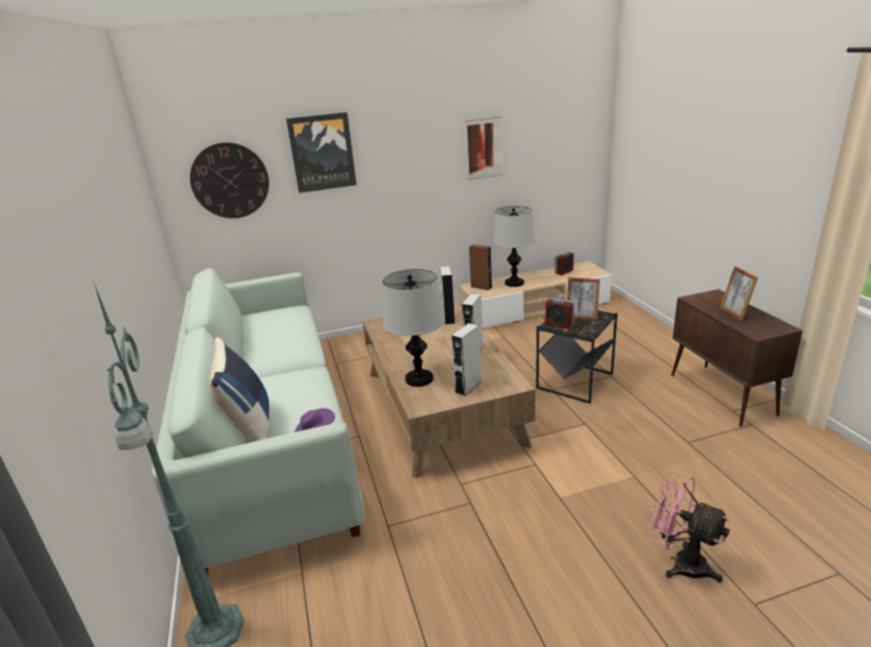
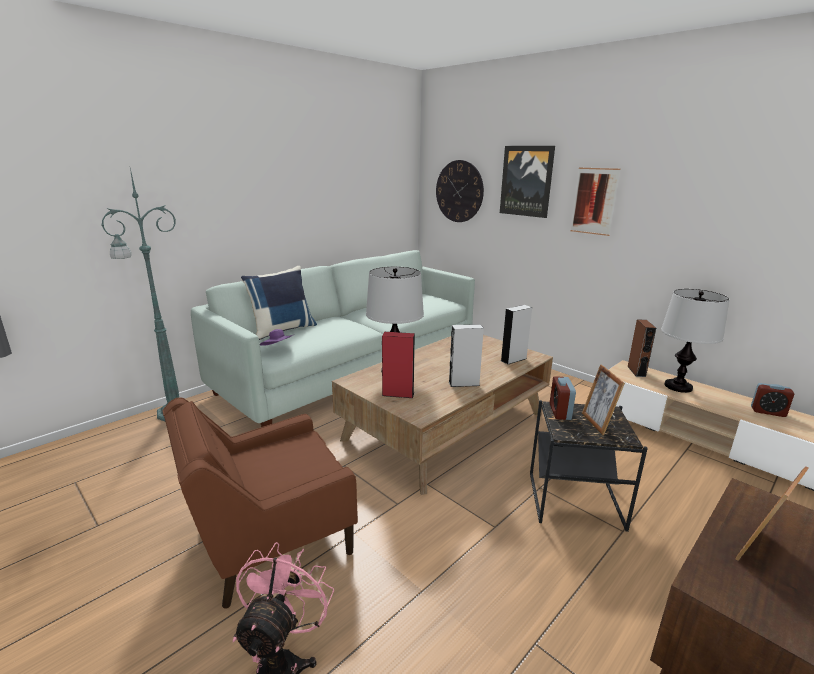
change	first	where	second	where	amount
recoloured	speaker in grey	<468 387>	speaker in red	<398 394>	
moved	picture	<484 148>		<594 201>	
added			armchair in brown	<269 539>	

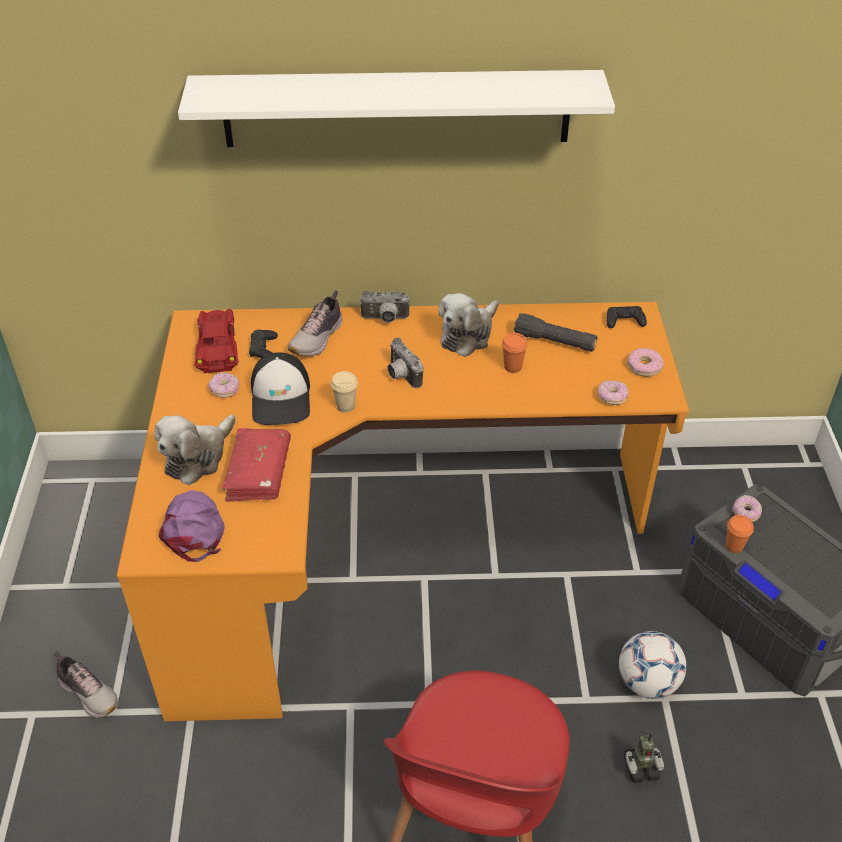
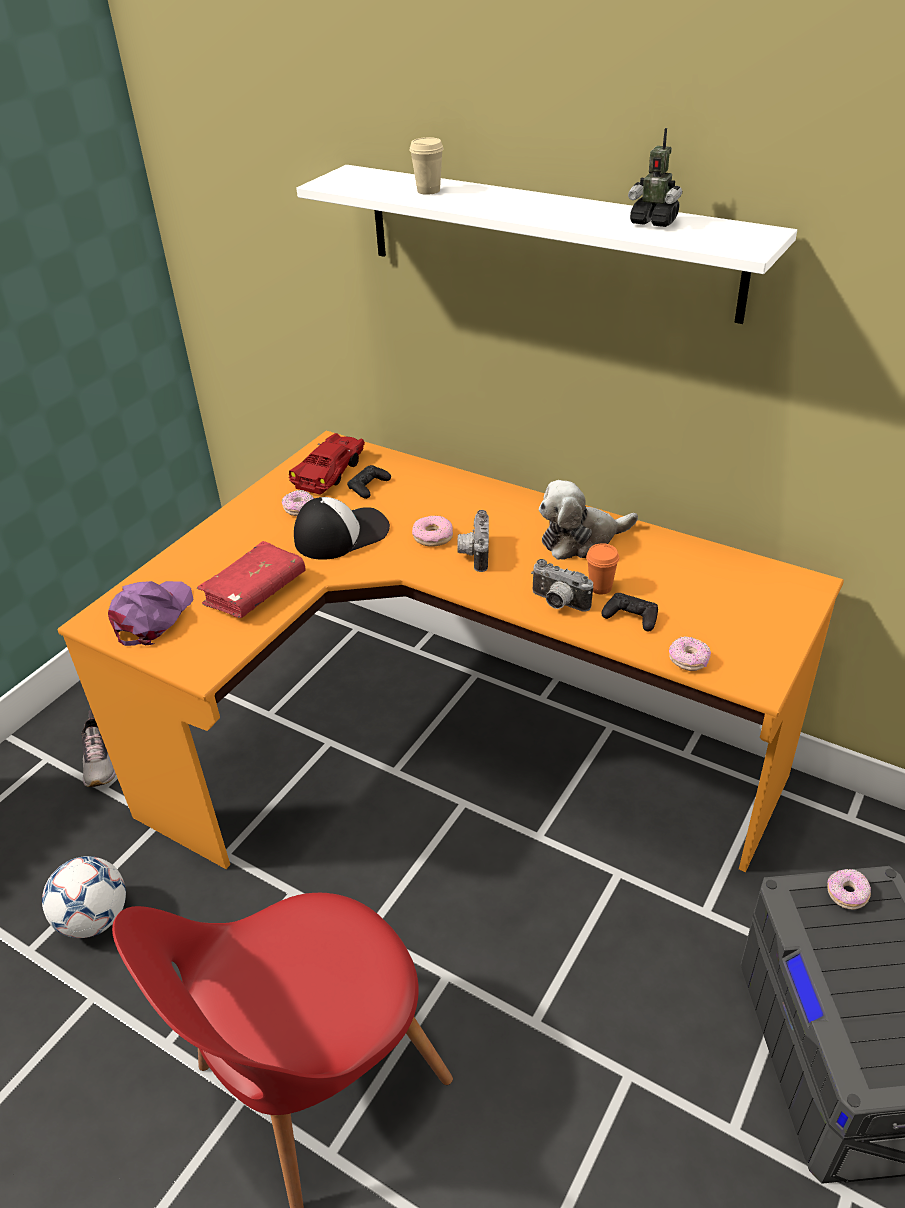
change	first	where	second	where	amount
removed	plush toy	<198 457>			
turned	cap	<281 398>		<341 534>	150 degrees counterclockwise
removed	shoe	<318 338>			
moved	cup in beige	<345 406>		<428 191>	
moved	photo camera	<385 319>		<557 603>	
removed	flashlight in black	<554 342>			
moved	game controller in black	<624 321>		<631 617>	
moved	football	<647 682>		<95 919>	
moved	toy robot	<640 768>		<654 221>	
moved	donut	<644 367>		<433 536>	
removed	cup in orange	<734 546>			

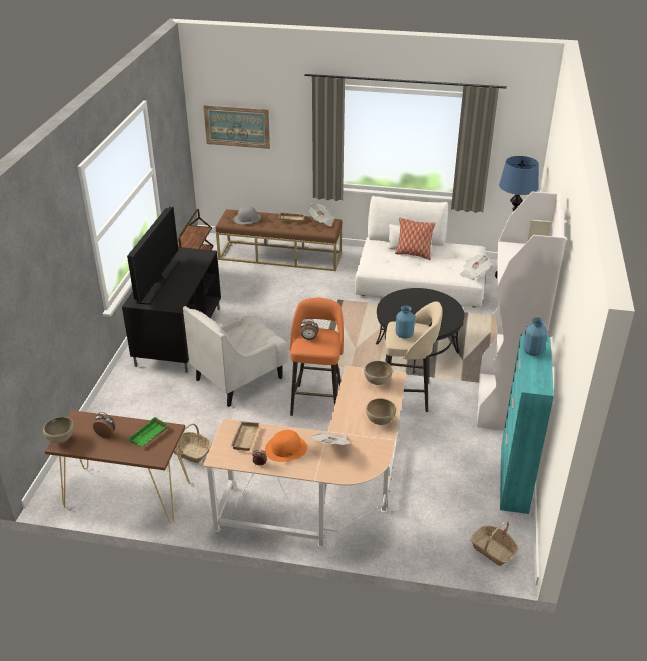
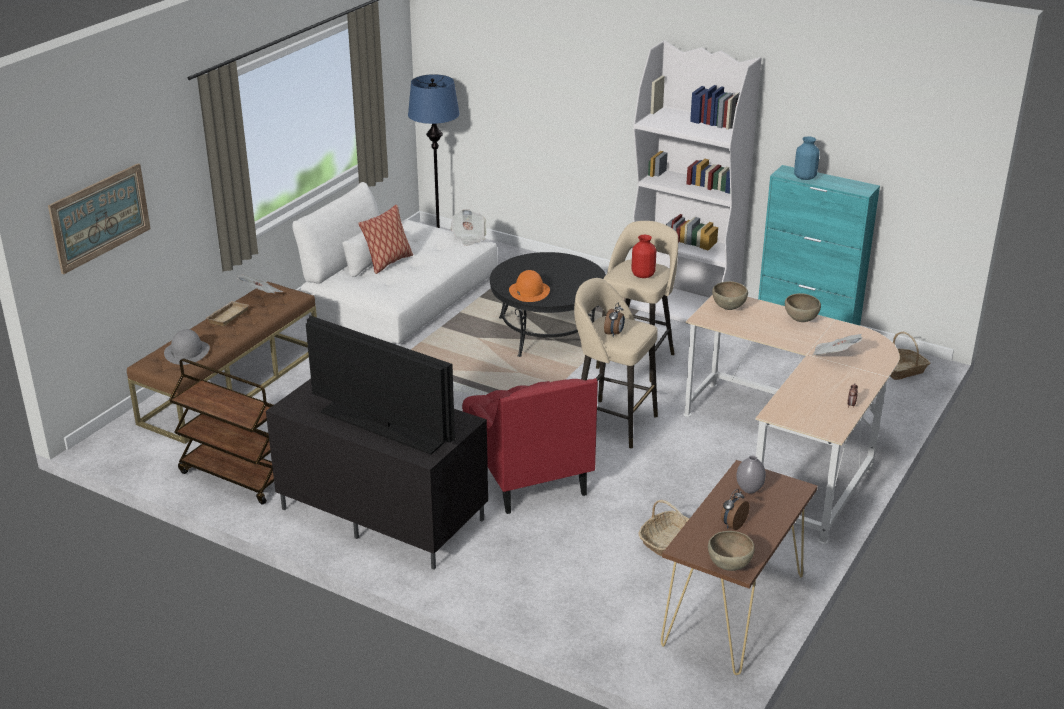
change	first	where	second	where	amount
replaced	tray in green	<149 436>	vase in grey	<750 490>	
recoloured	armchair in white	<240 378>	armchair in red	<527 475>	
removed	tray in beige	<244 437>			
moved	hat in orange	<286 448>		<529 291>	
recoloured	stool in orange	<317 401>	stool in beige	<612 423>	
recoloured	vase in blue	<404 335>	vase in red	<643 275>	

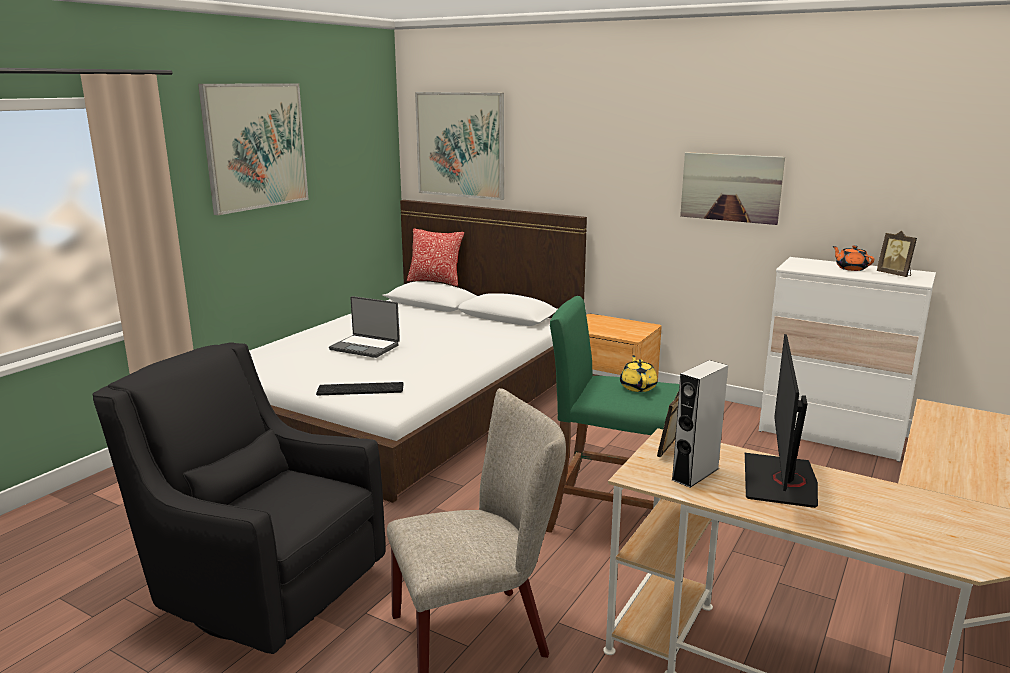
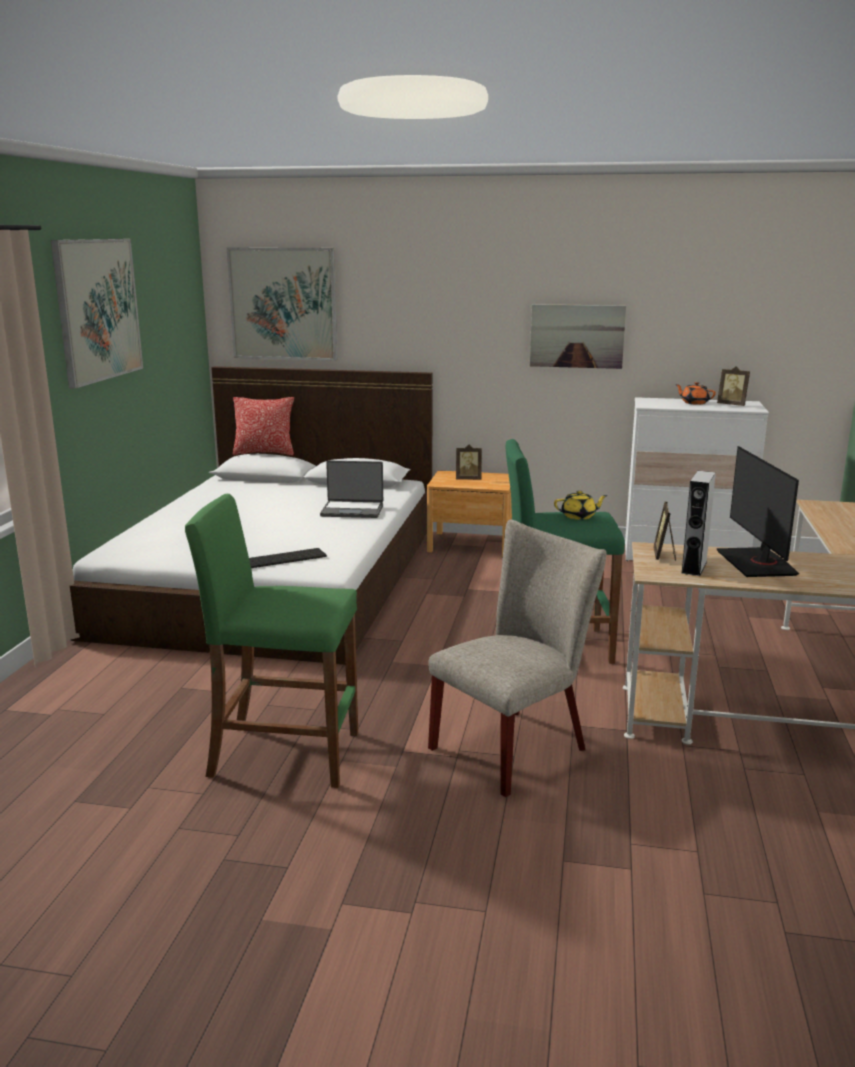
change	first	where	second	where	amount
replaced	armchair in black	<260 590>	stool in green	<284 754>	
moved	laptop	<365 347>		<352 510>	
turned	teapot in yellow	<638 387>		<579 516>	105 degrees clockwise
added			picture frame	<468 479>	

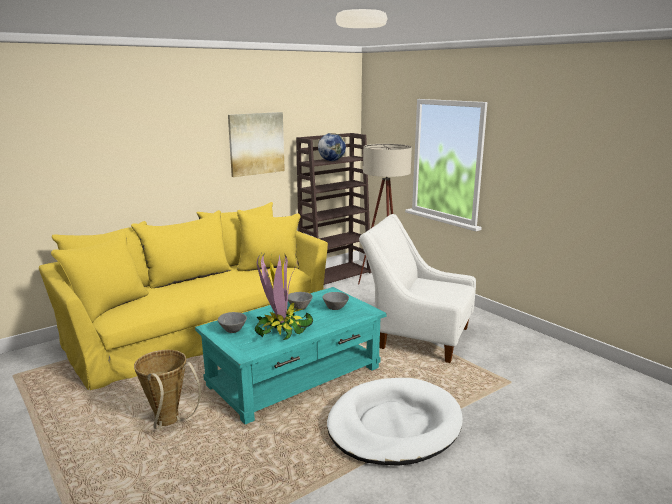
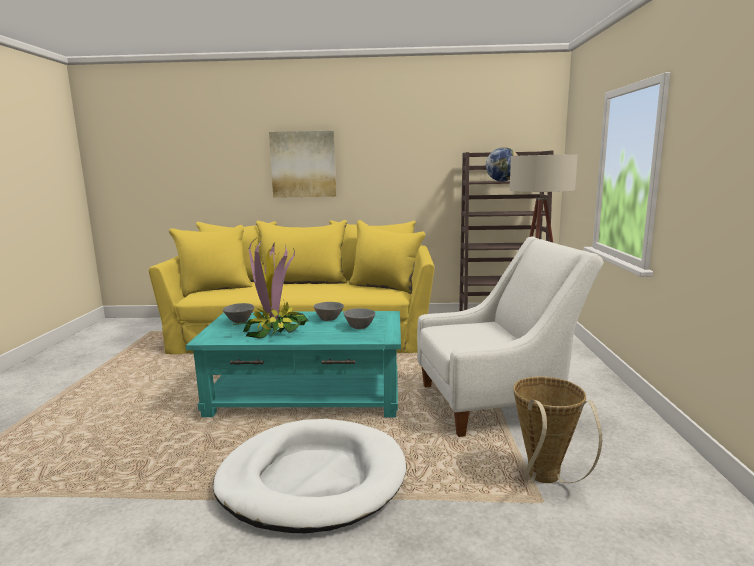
change	first	where	second	where	amount
moved	basket	<169 423>		<545 480>	
moved	picture	<256 144>		<303 164>	
turned	armchair in white	<416 336>		<496 403>	105 degrees clockwise

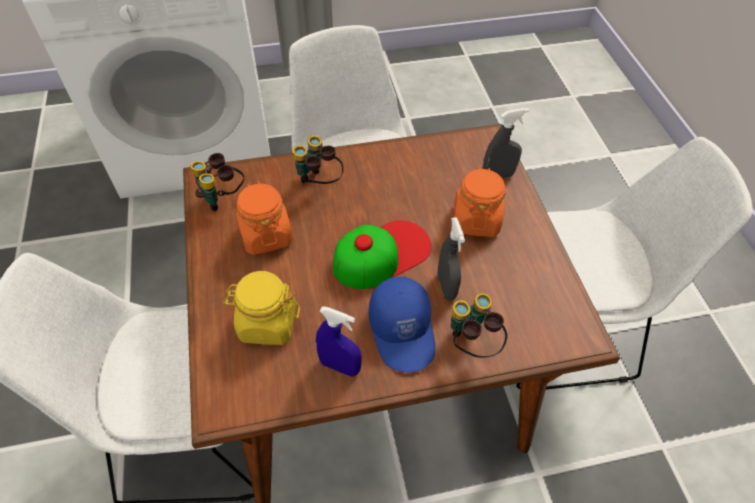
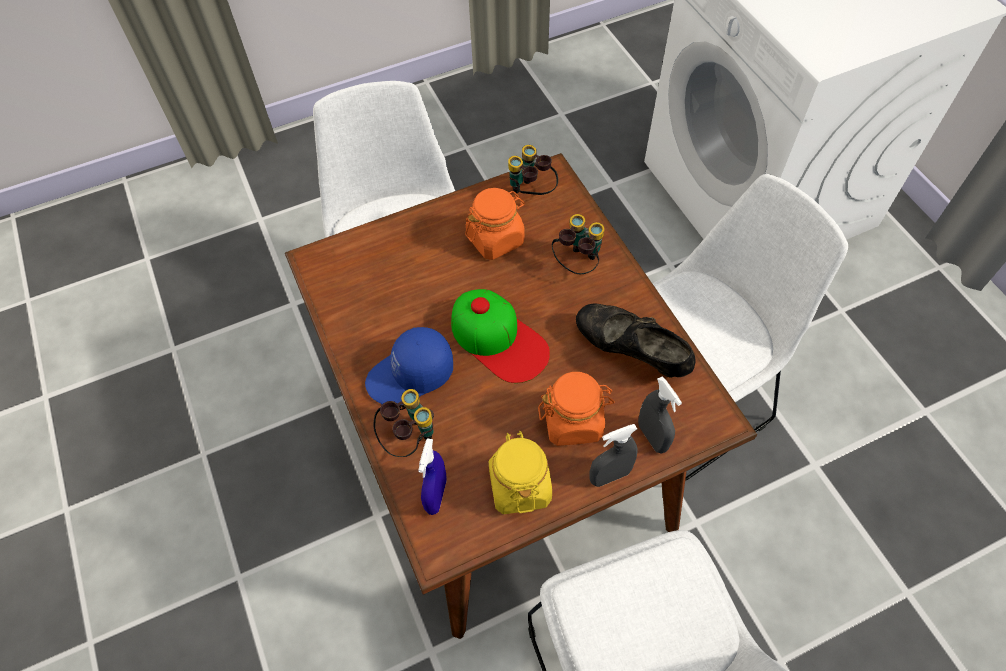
change	first	where	second	where	amount
moved	jar in yellow	<267 323>		<519 485>	
moved	spray bottle in blue	<340 366>		<436 495>	
moved	spray bottle in grey	<446 286>		<609 476>	
added			shoe in black	<631 353>	

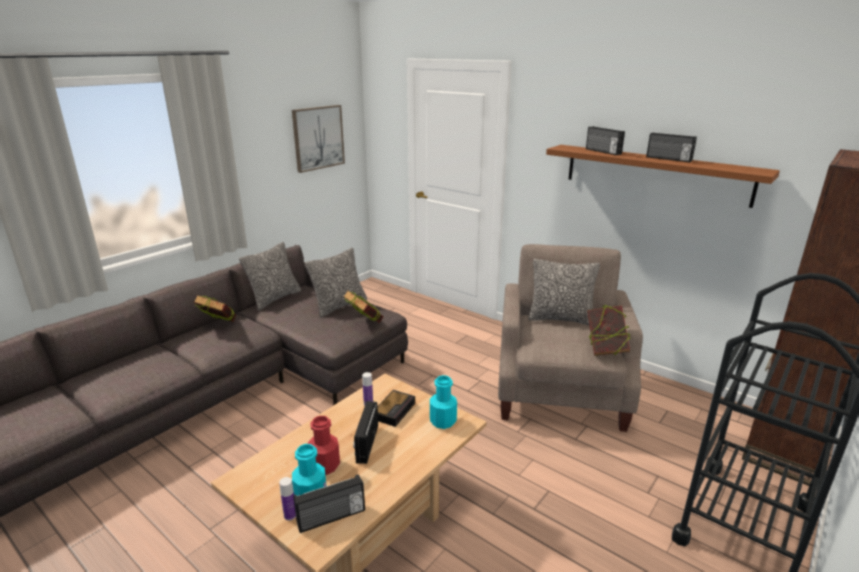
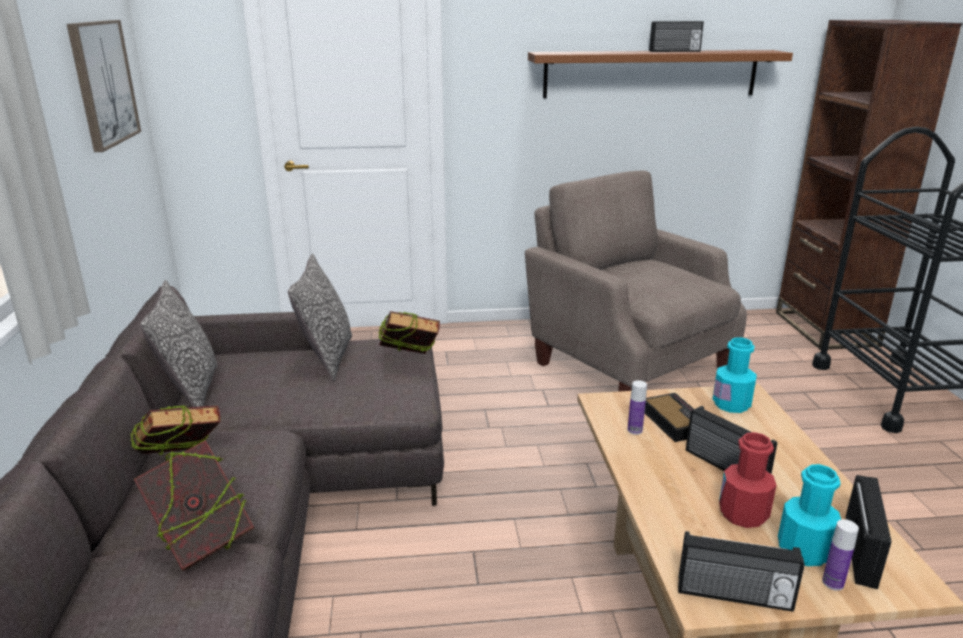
change	first	where	second	where	amount
removed	pillow	<560 319>			
moved	radio	<602 151>		<734 596>	
moved	book	<605 350>		<203 543>	

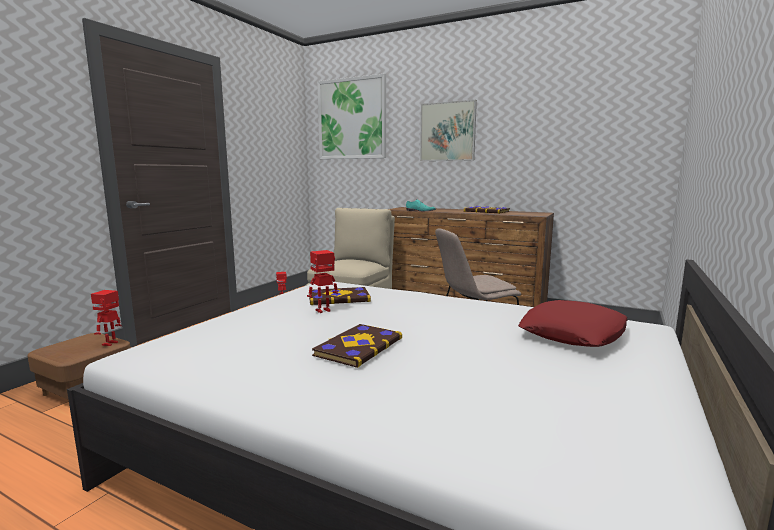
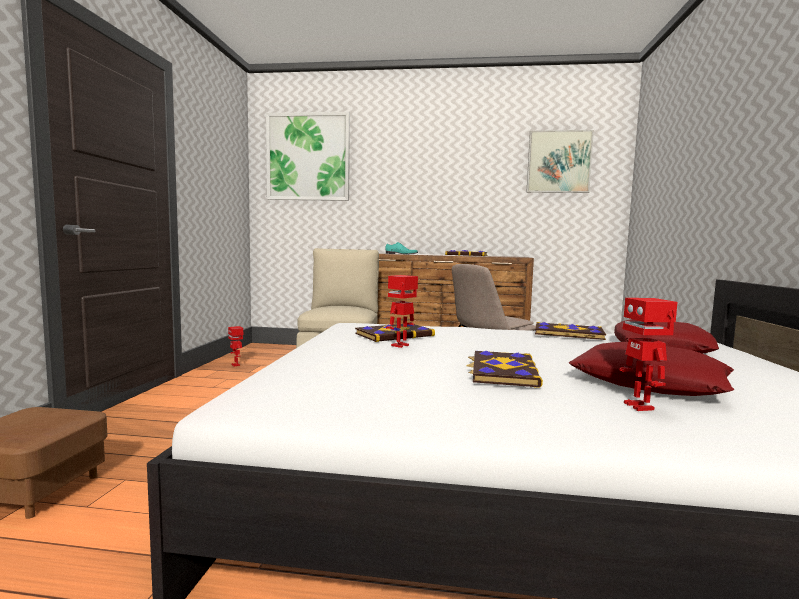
change	first	where	second	where	amount
moved	toy robot	<111 343>		<640 406>	
moved	picture	<447 131>		<559 162>	
added			book	<568 333>	
added			pillow in red	<648 382>	

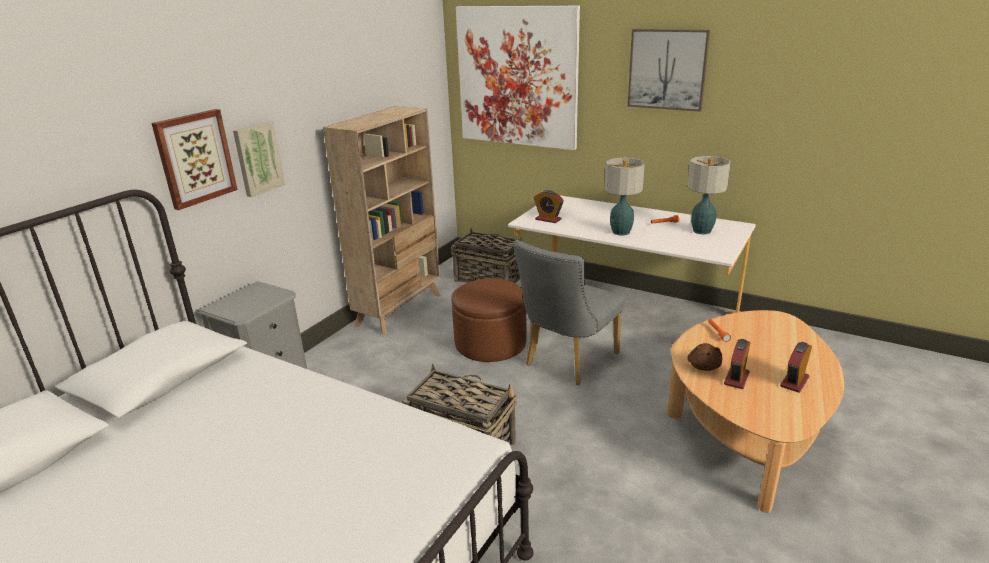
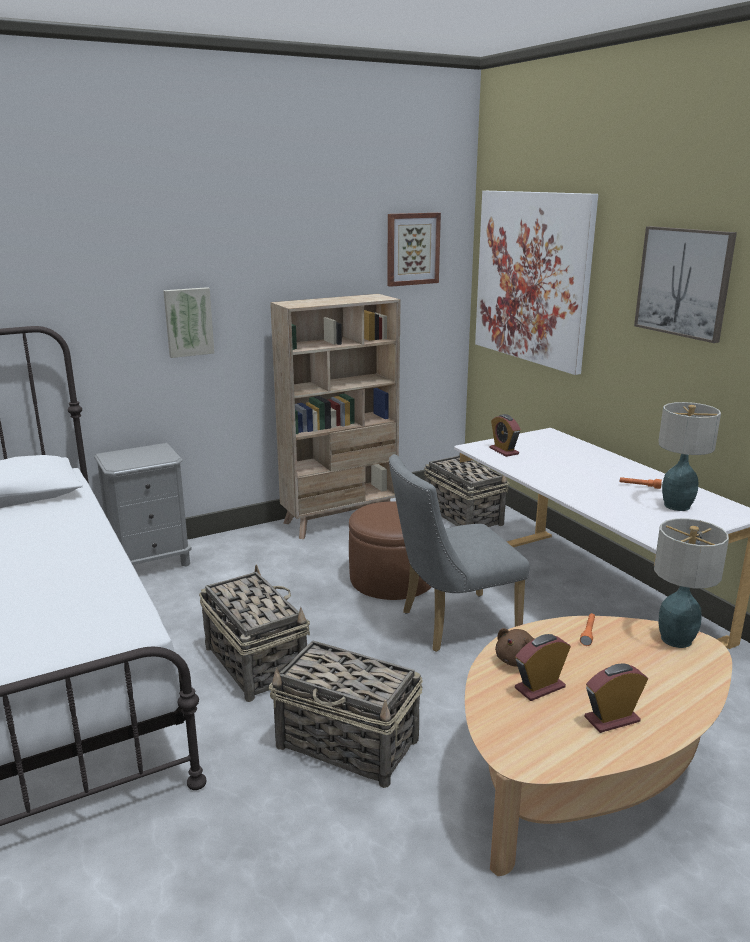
change	first	where	second	where	amount
moved	picture	<195 158>		<412 249>	
moved	table lamp	<620 232>		<676 639>	
added			basket	<348 744>	

